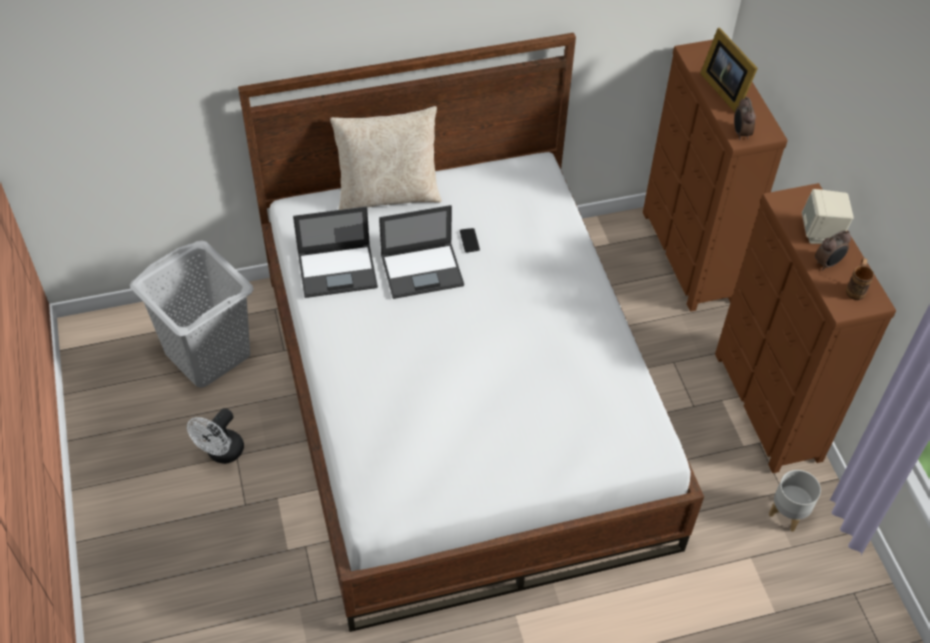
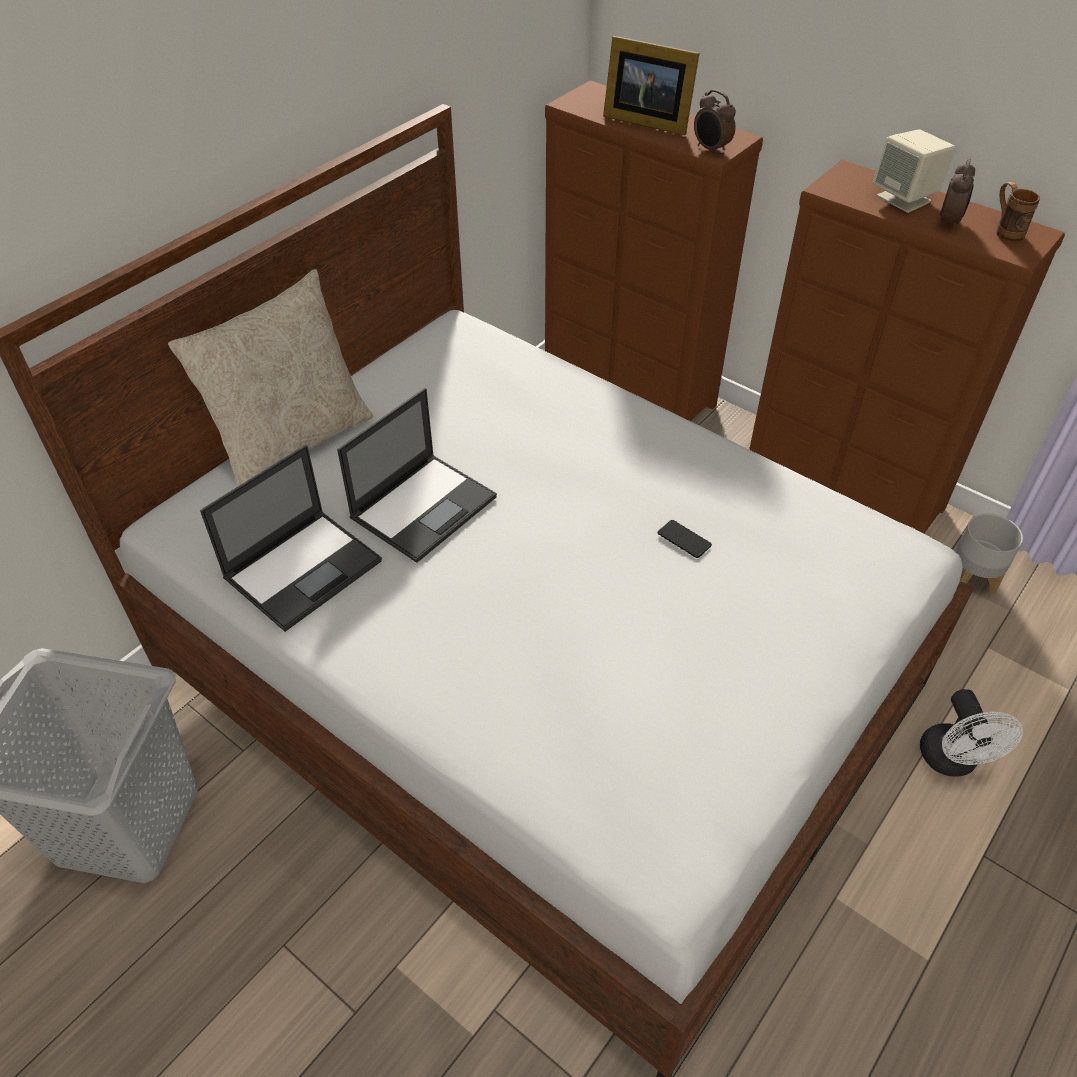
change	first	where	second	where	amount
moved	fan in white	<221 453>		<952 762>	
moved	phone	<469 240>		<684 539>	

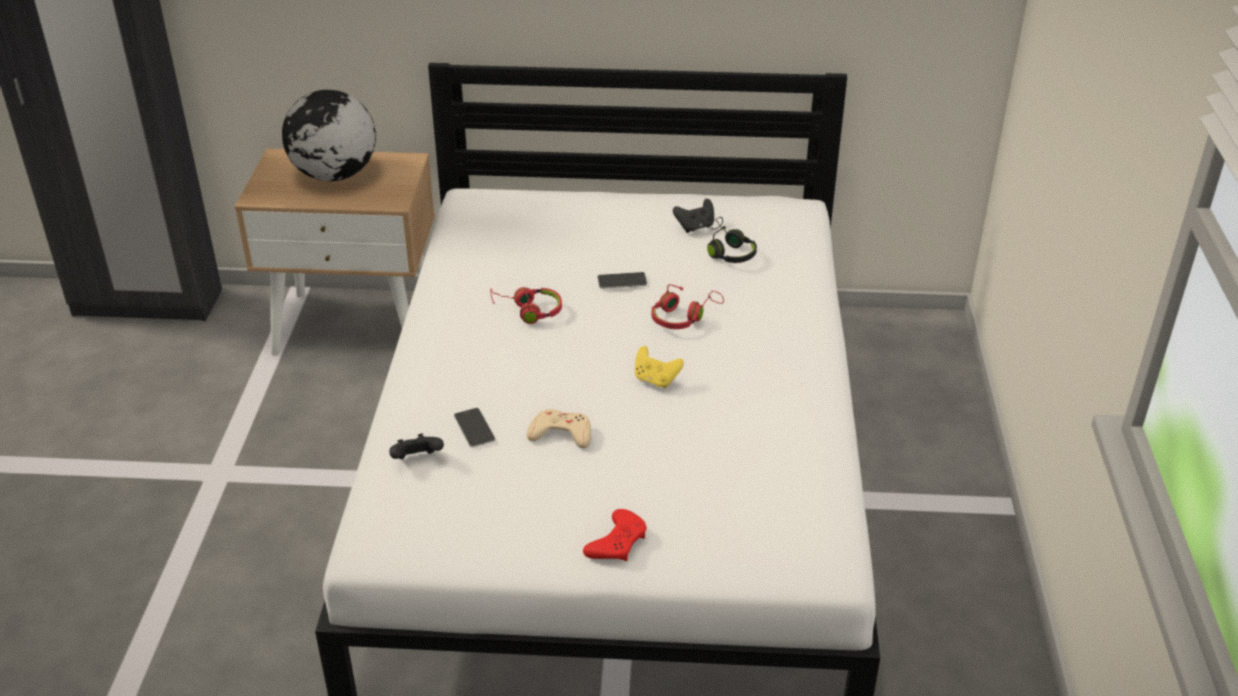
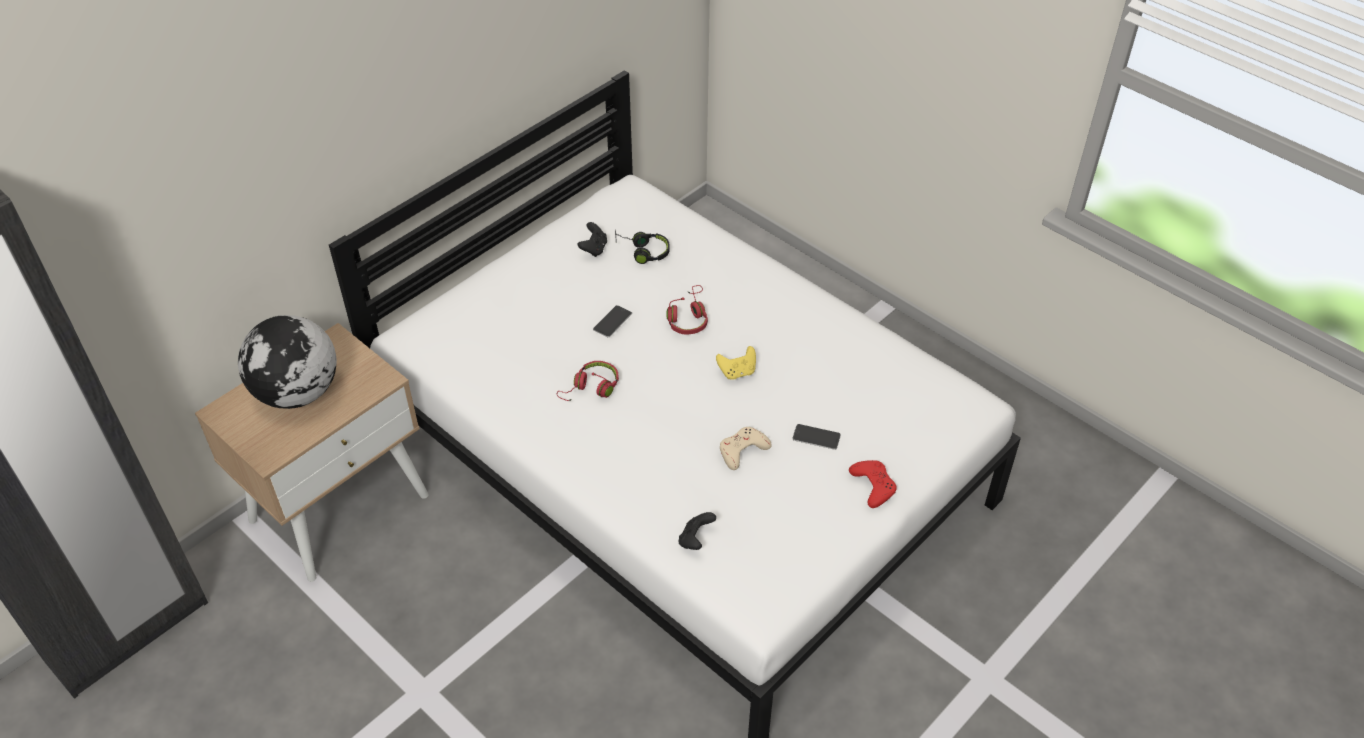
change	first	where	second	where	amount
moved	phone	<474 428>		<816 437>	

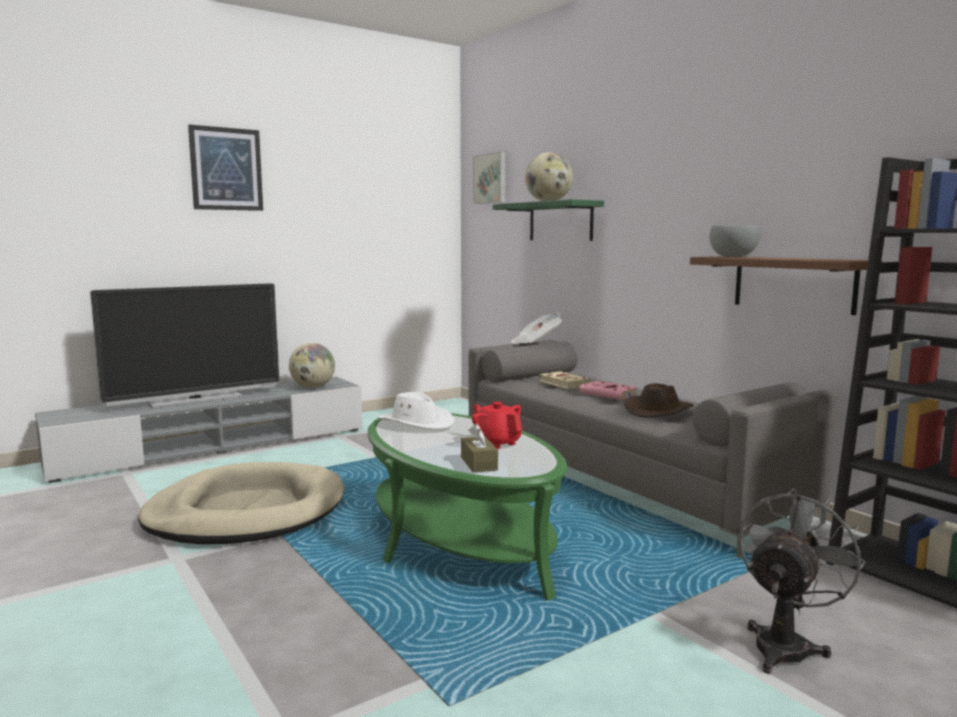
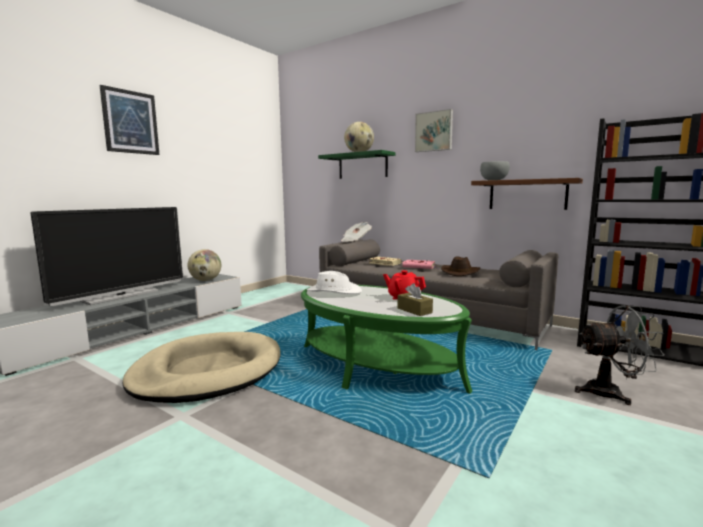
change	first	where	second	where	amount
moved	picture	<491 178>		<434 131>	
turned	fan in grey	<785 644>		<611 392>	75 degrees clockwise

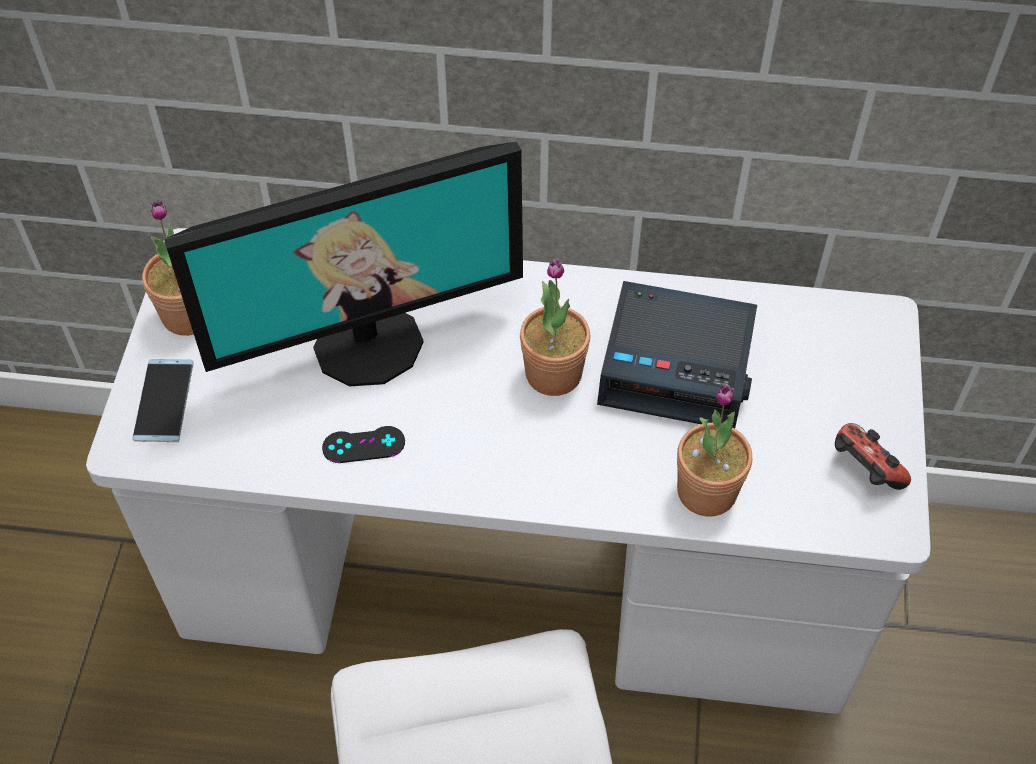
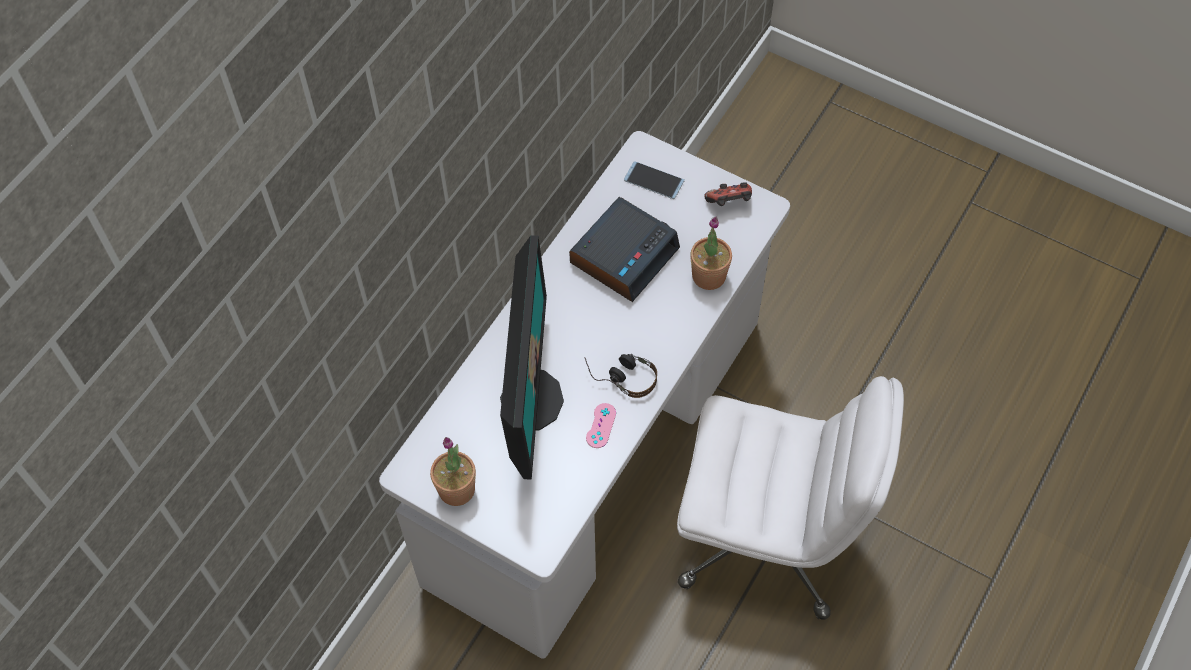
change	first	where	second	where	amount
moved	phone	<164 400>		<653 180>	
recoloured	game controller in black	<363 445>	game controller in pink	<601 425>	
removed	potted plant	<553 373>			
added			headphones	<621 375>	

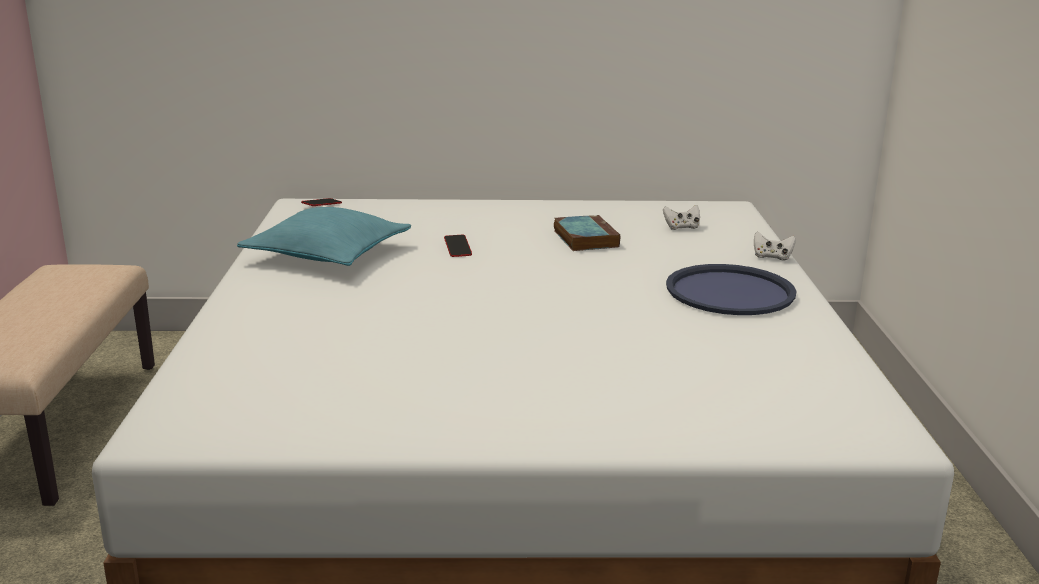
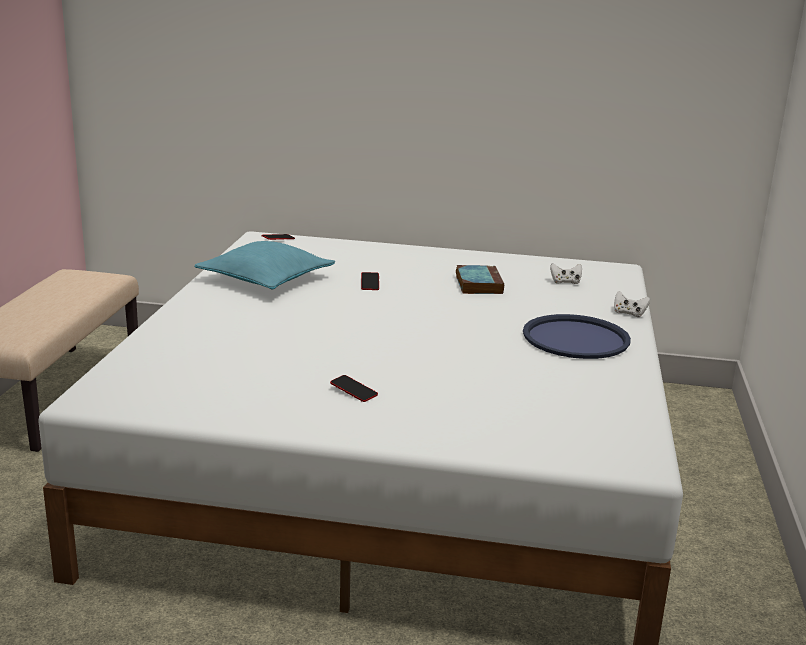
change	first	where	second	where	amount
added			phone	<353 391>	

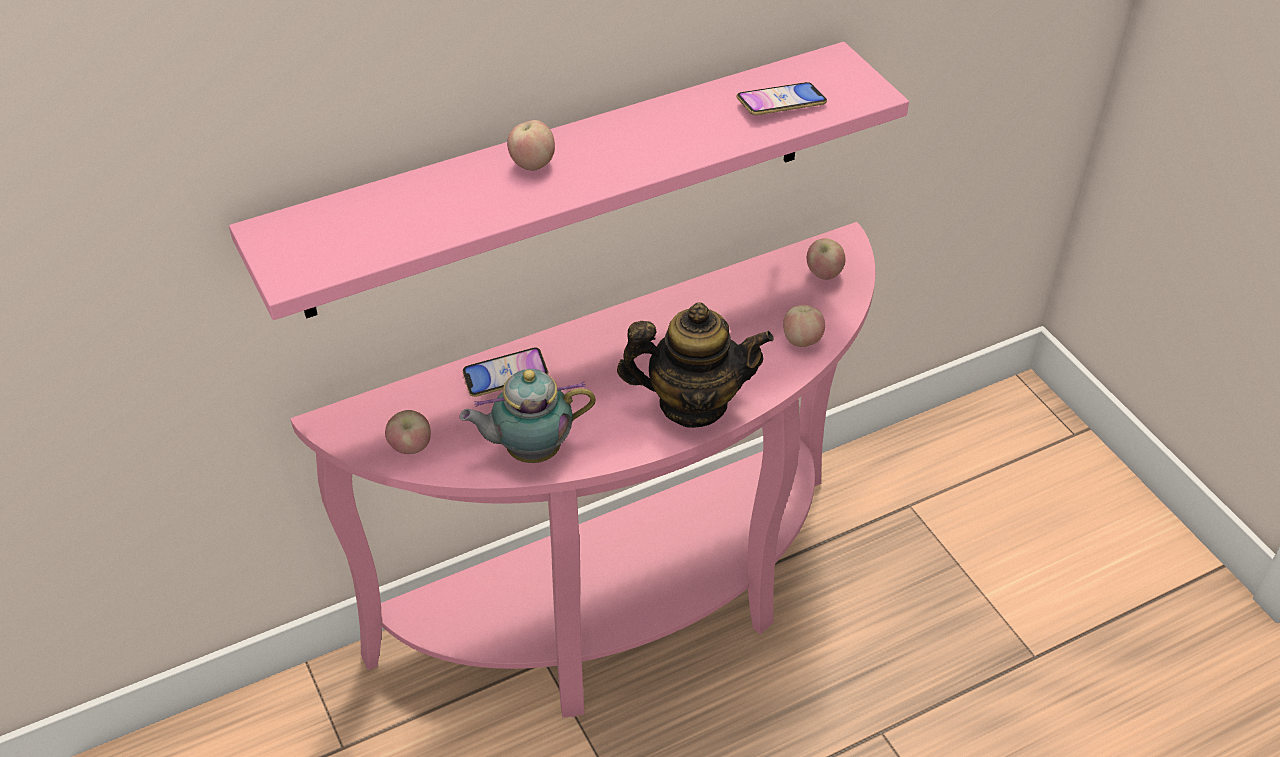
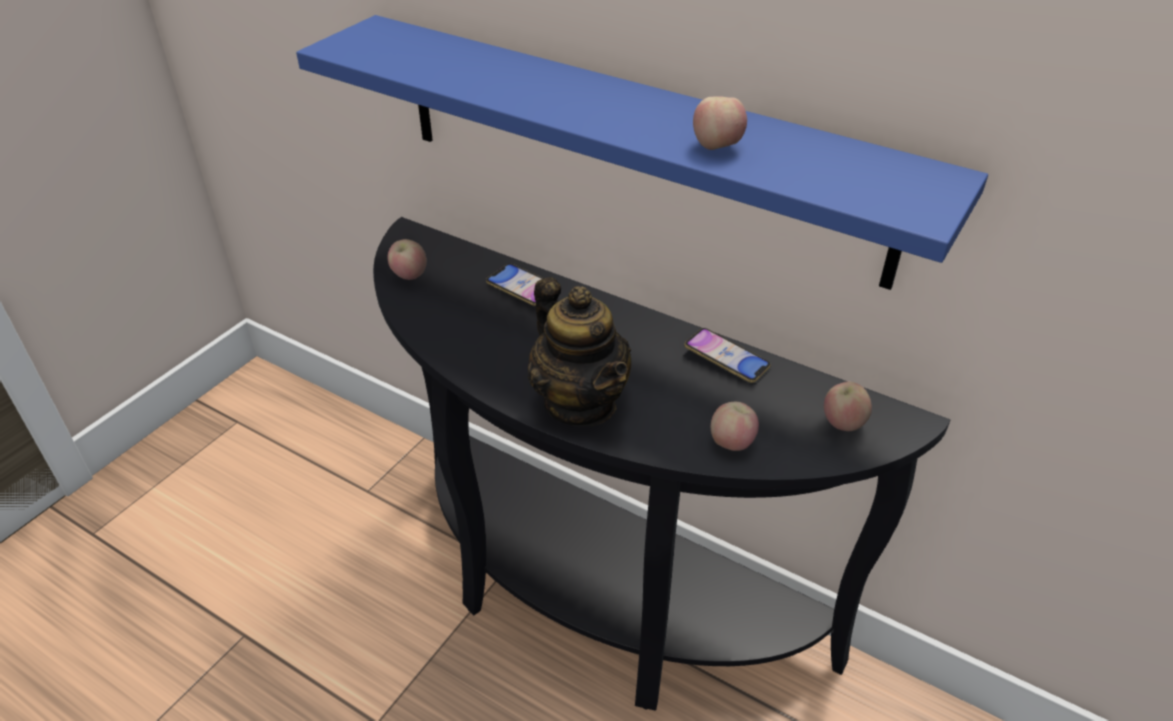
change	first	where	second	where	amount
recoloured	shelf in pink	<561 180>	shelf in blue	<633 145>	
recoloured	console table in pink	<630 610>	console table in black	<593 597>	
removed	teapot	<529 451>			
moved	apple	<532 165>		<716 147>	
moved	phone	<781 104>		<726 359>	

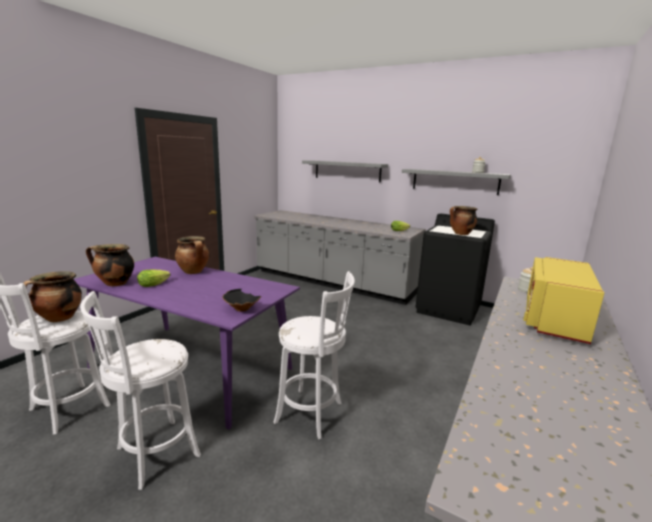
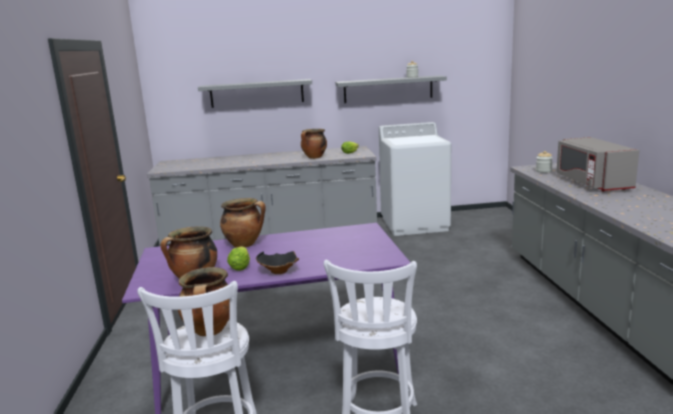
change	first	where	second	where	amount
moved	bowl in black	<241 309>		<279 272>	
removed	stool in white	<312 414>			
recoloured	washing machine in black	<448 309>	washing machine in white	<415 224>	
moved	cooking pot	<461 234>		<314 157>	
recoloured	microwave in yellow	<553 319>	microwave in grey	<592 183>	

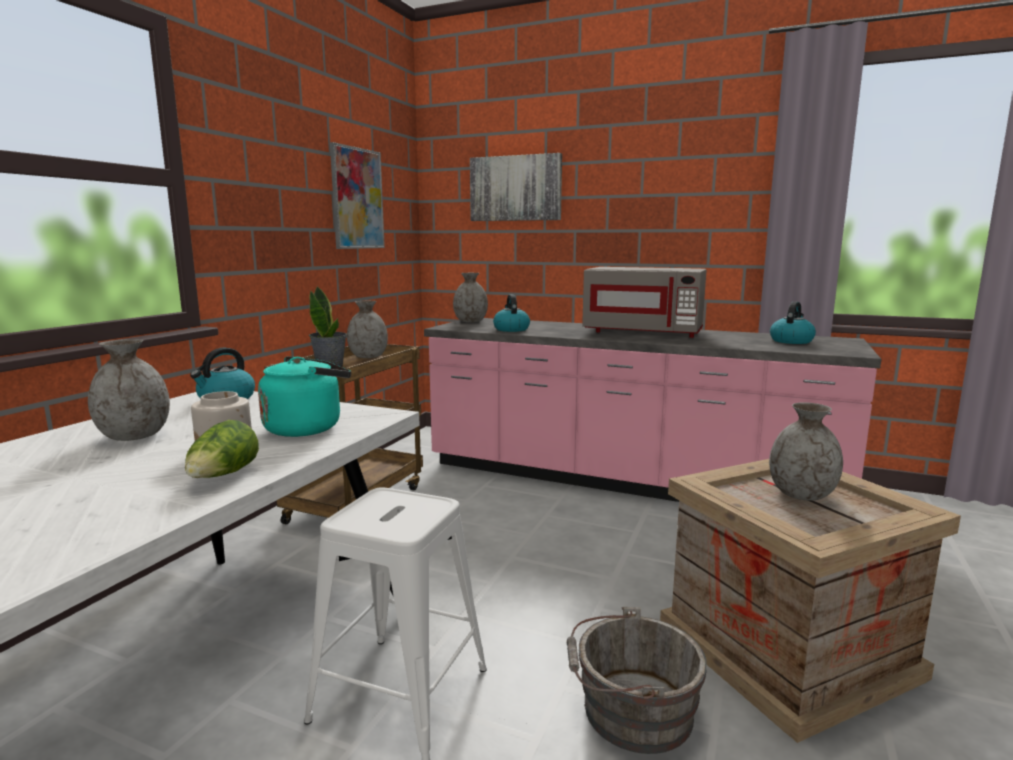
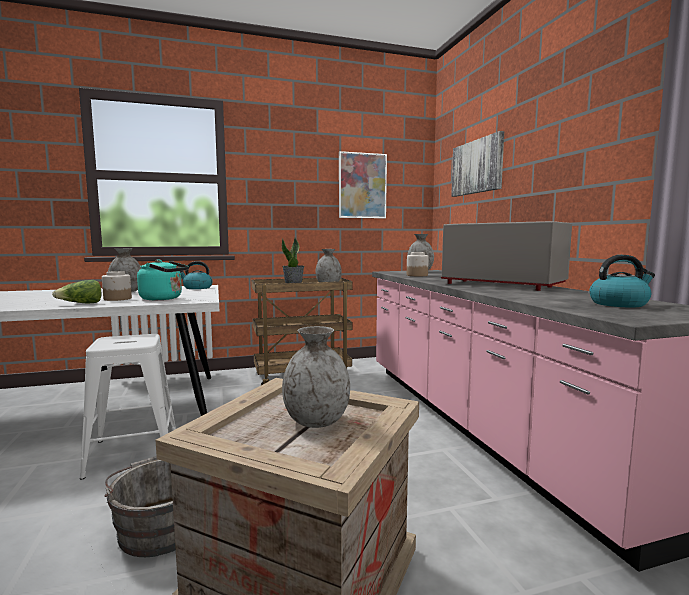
change	first	where	second	where	amount
replaced	kettle	<511 329>	jar	<416 275>	
turned	microwave in grey	<643 332>		<501 285>	150 degrees clockwise

